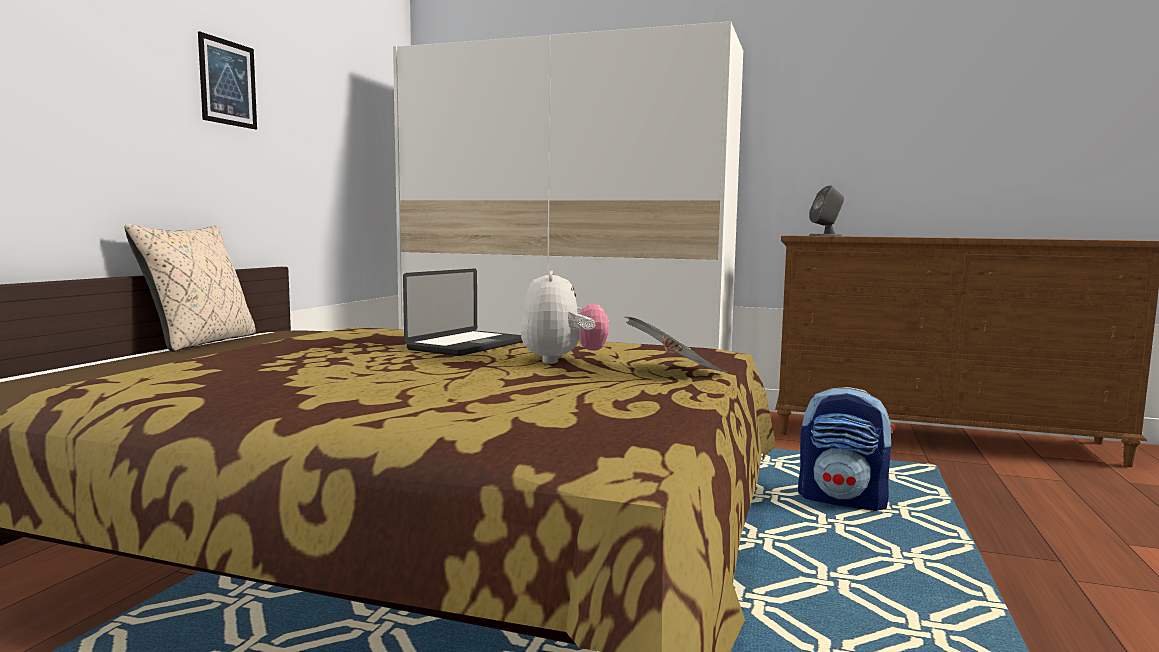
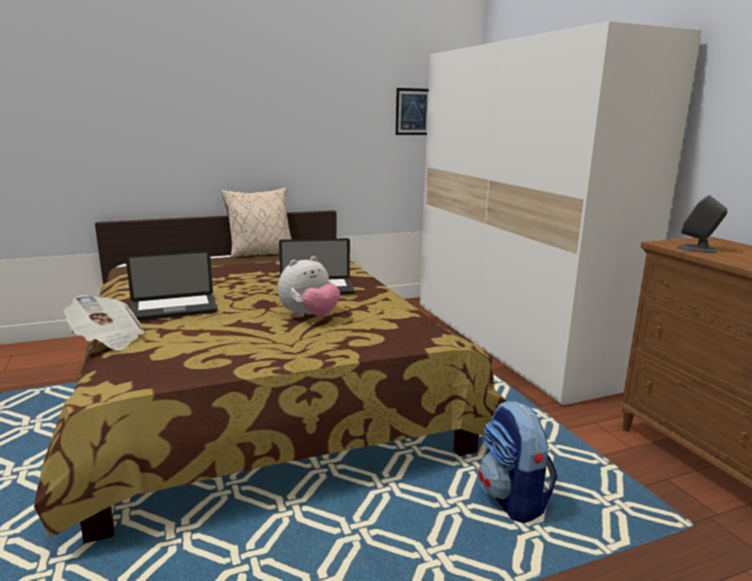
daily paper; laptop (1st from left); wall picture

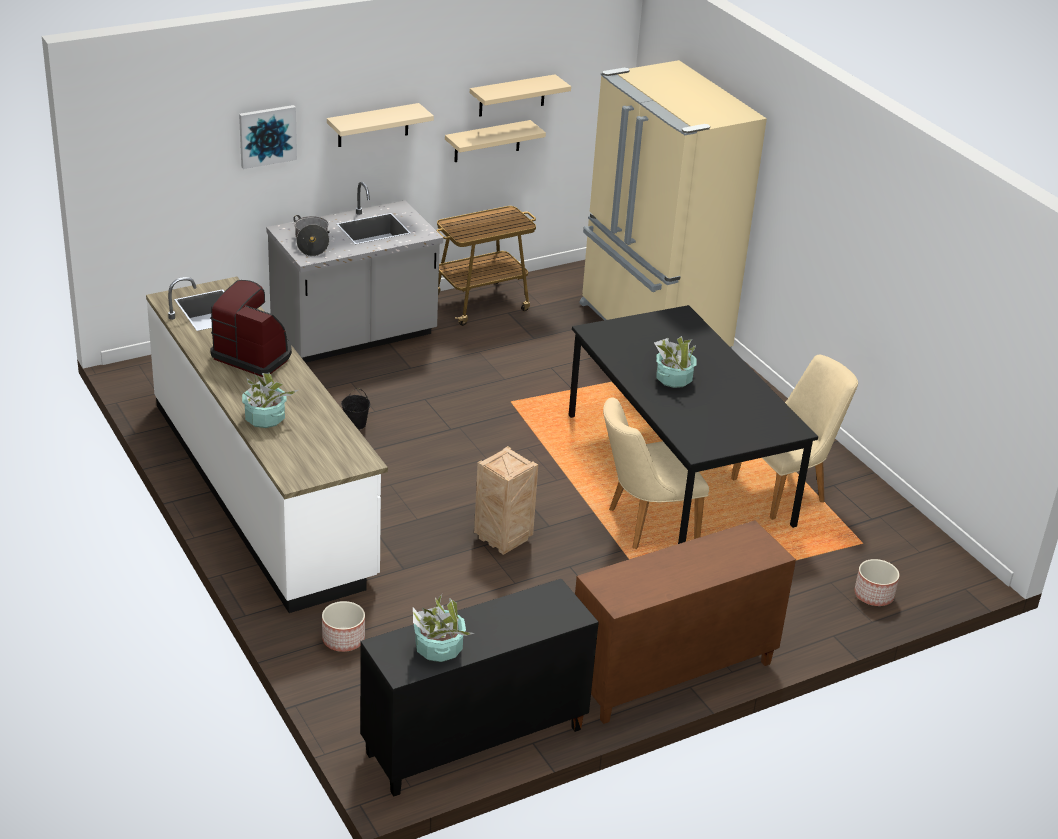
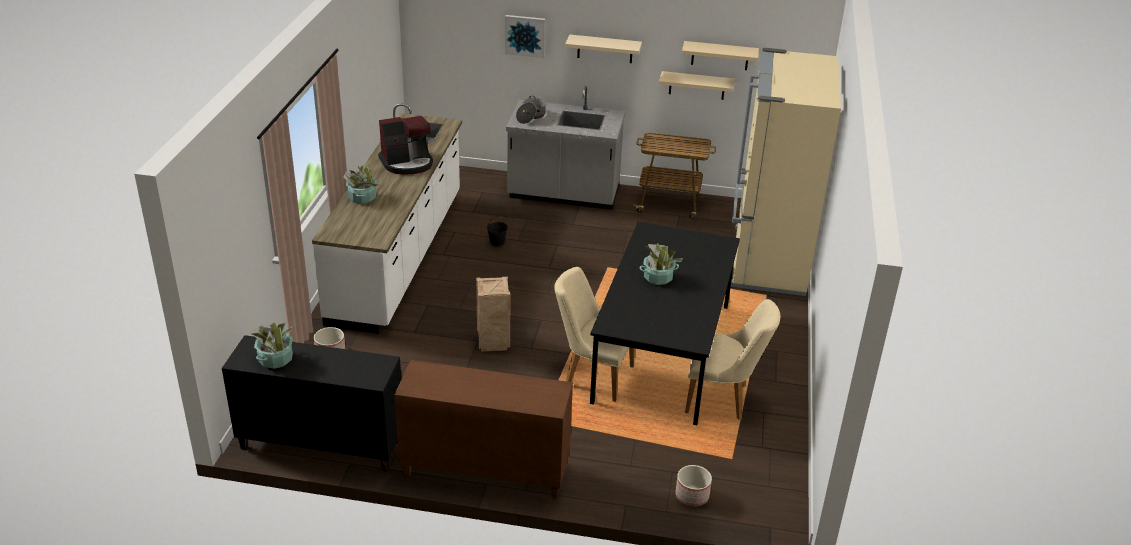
coffee maker

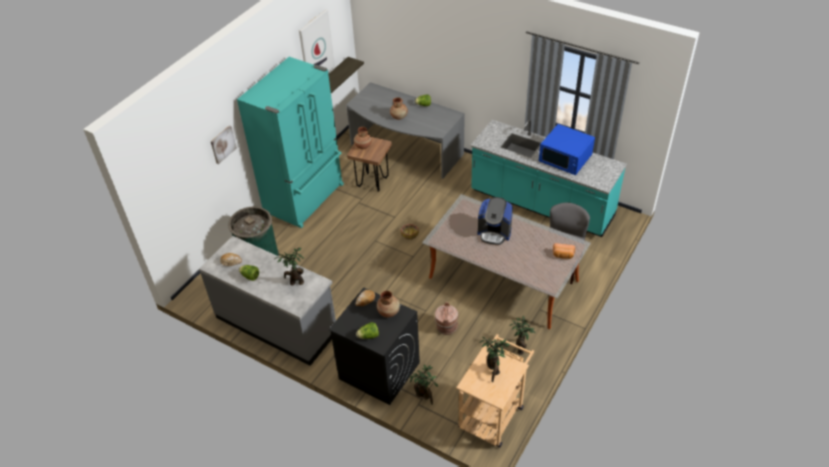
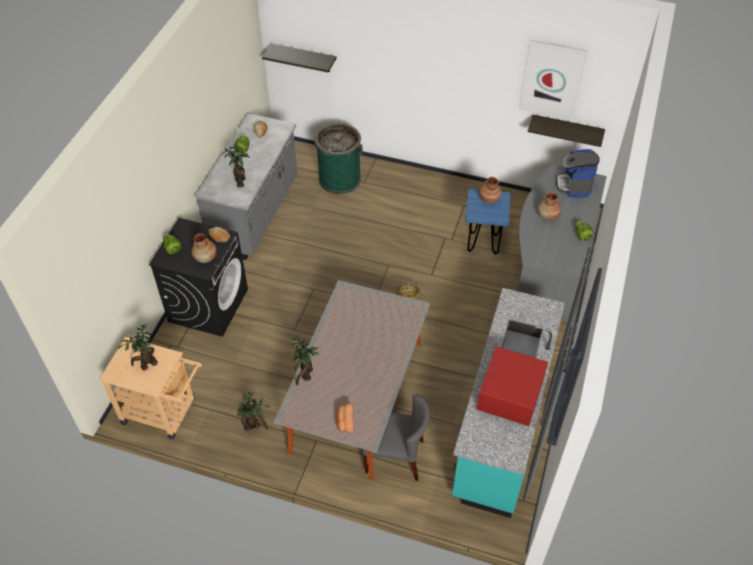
bracket shelf (1st from left); potted plant (4th from left); blue stool seat; red microwave; coffee maker; wall picture (1st from left in the first image); turquoise-coloured kitchen fridge; brown-coloured water bucket

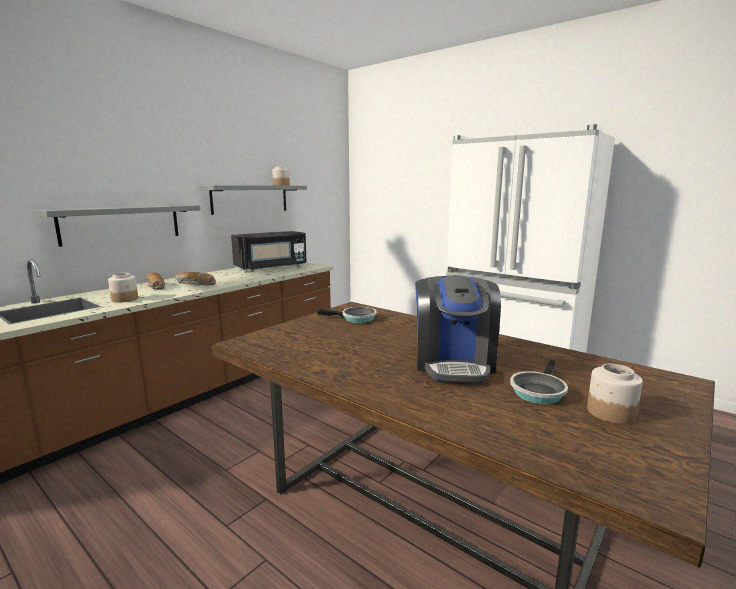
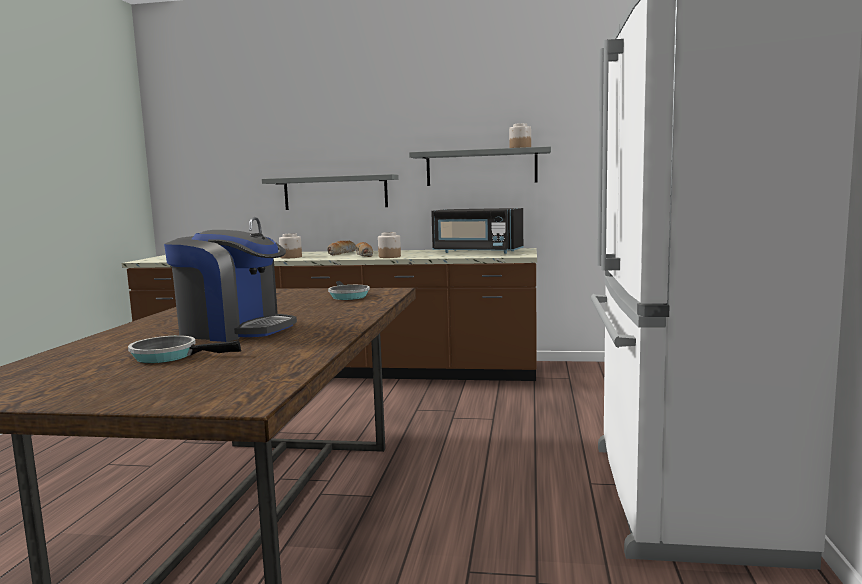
coffee maker; jar (2nd from left)

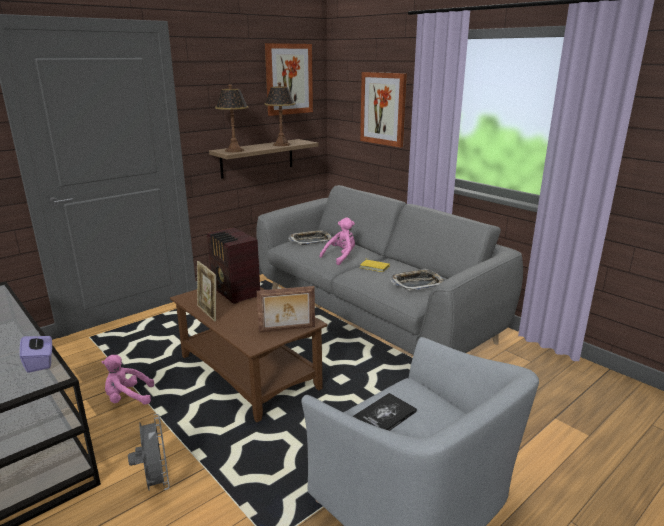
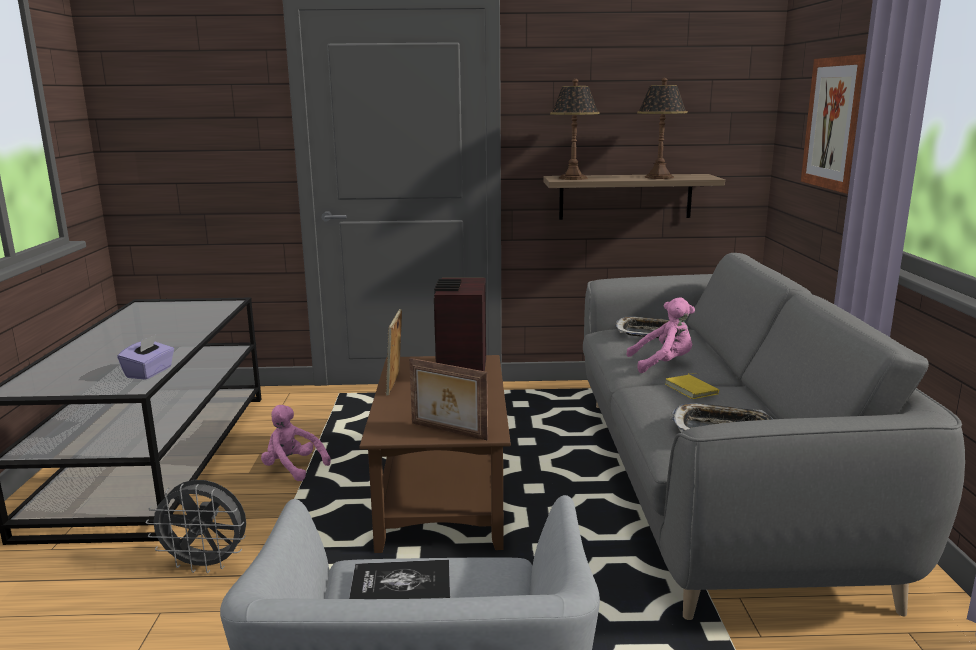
grey electric fan; wall picture (1st from left in the first image)

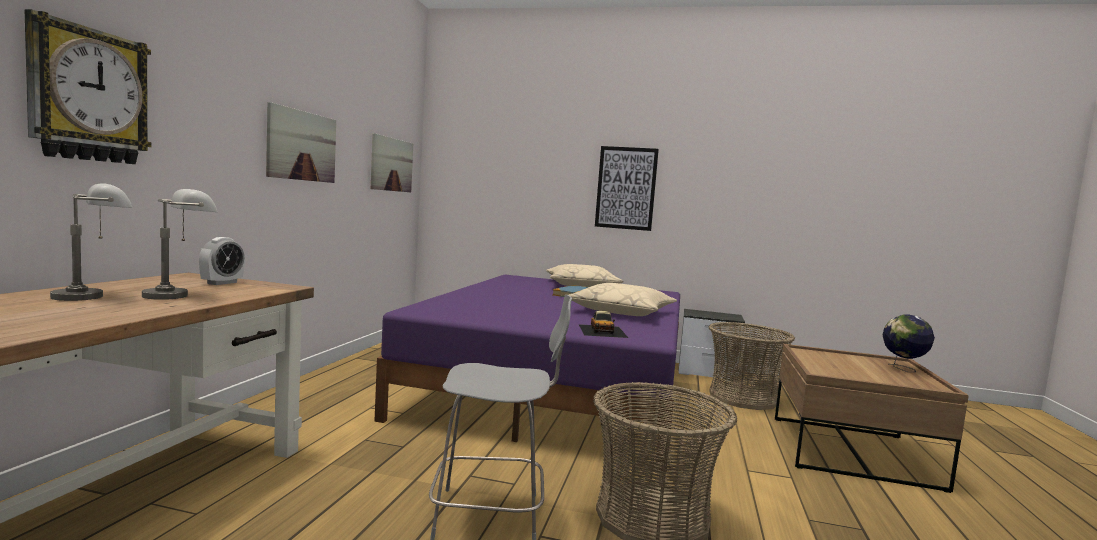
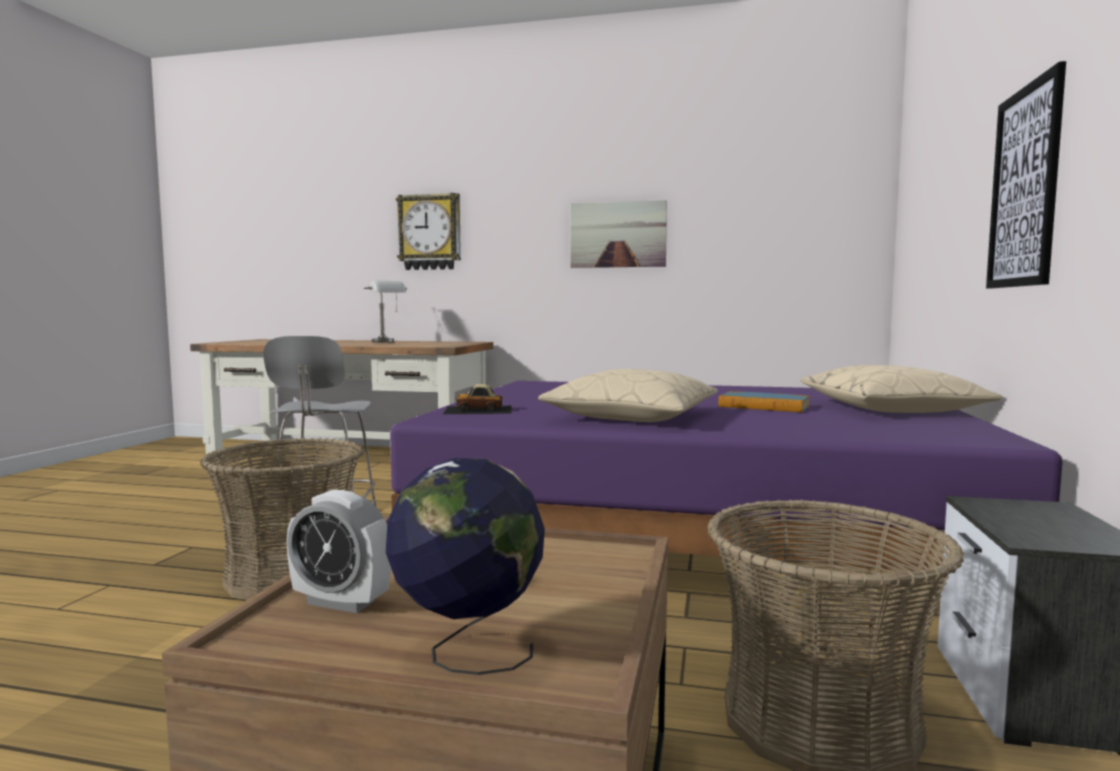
bedside clock; grey tabletop lamp (2nd from left in the first image); wall picture (2nd from left in the first image)

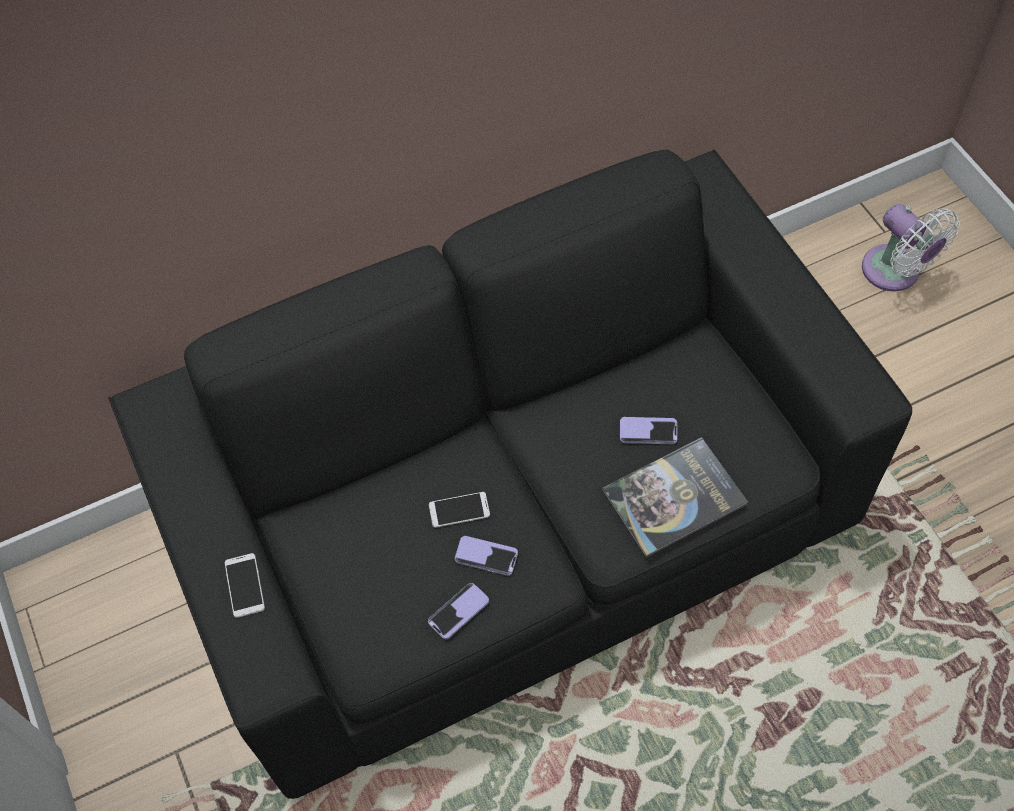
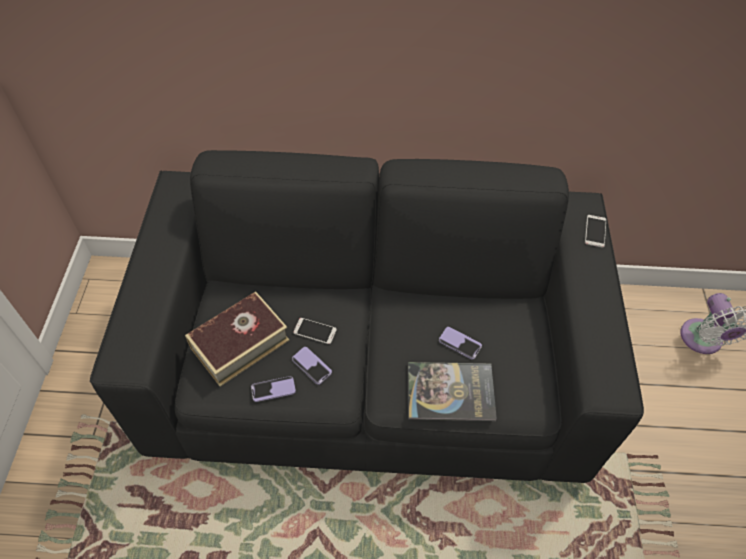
book (1st from left); handset (5th from left)

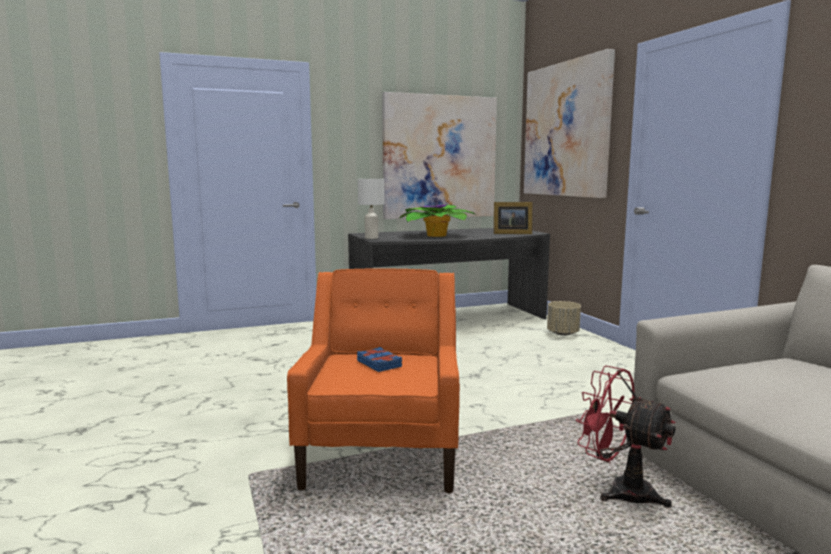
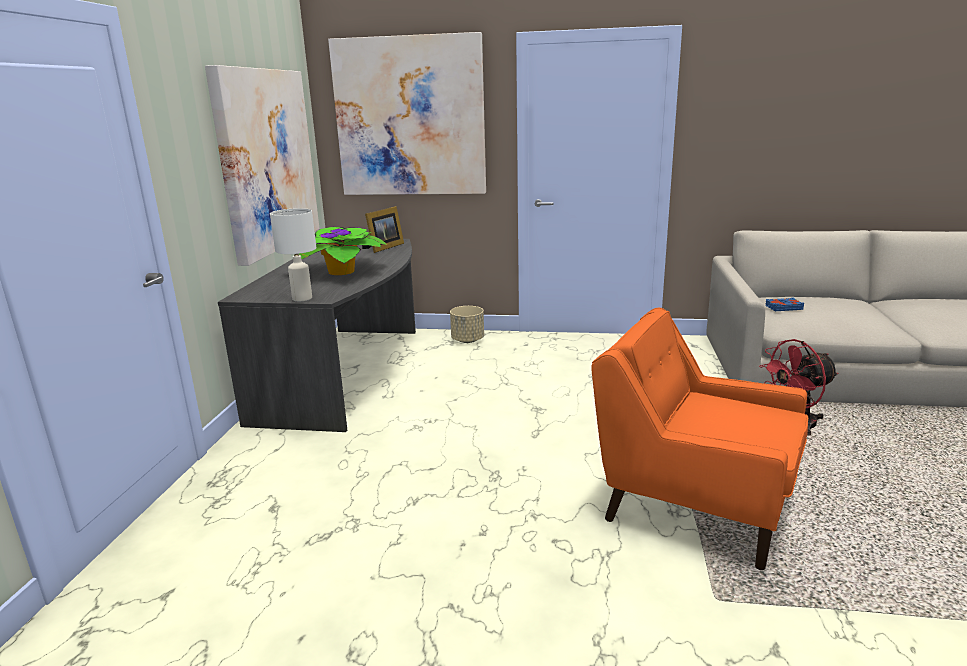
blue book

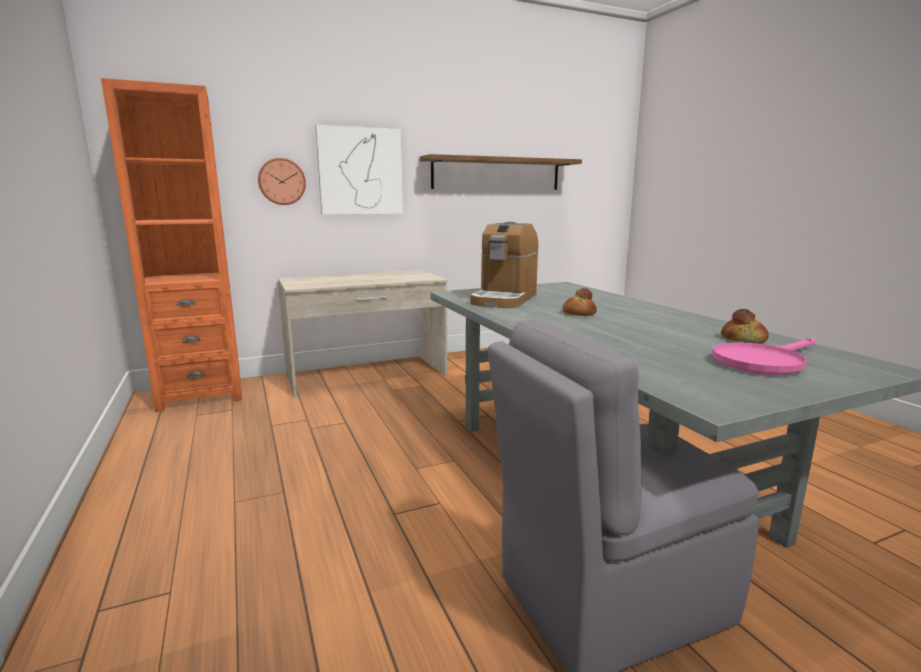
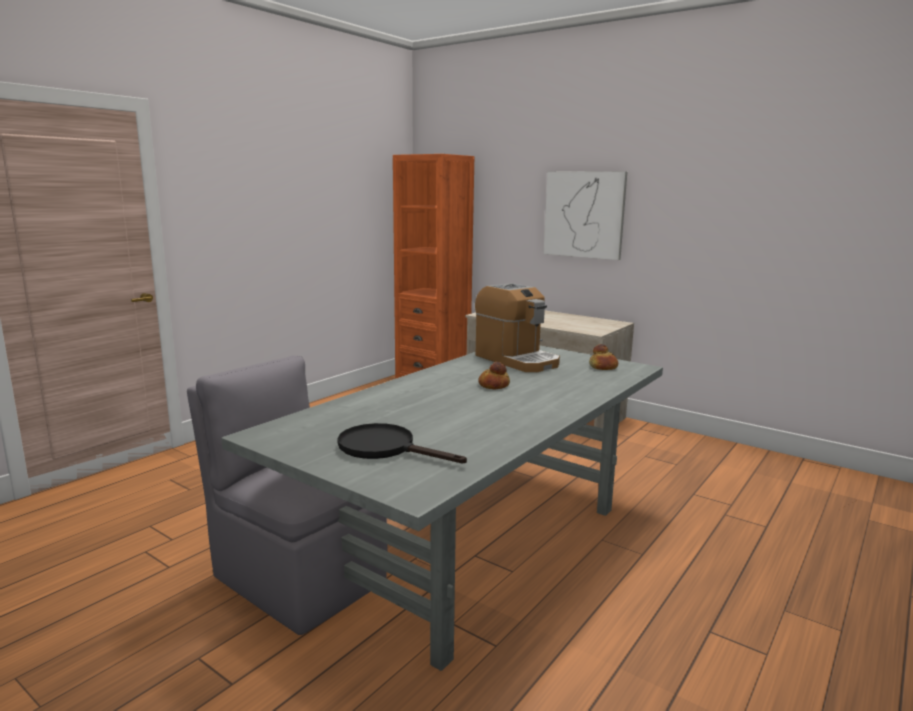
black frying pan; coffee maker; bakery bread (2nd from left); clock on the wall; bracket shelf

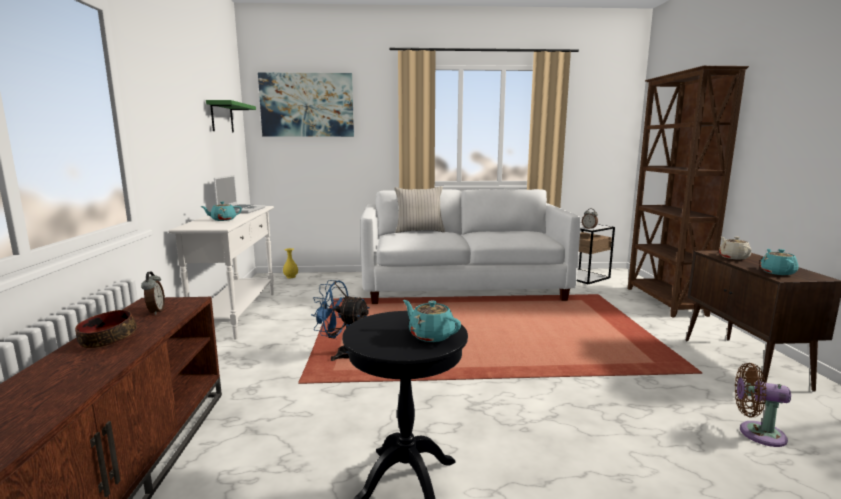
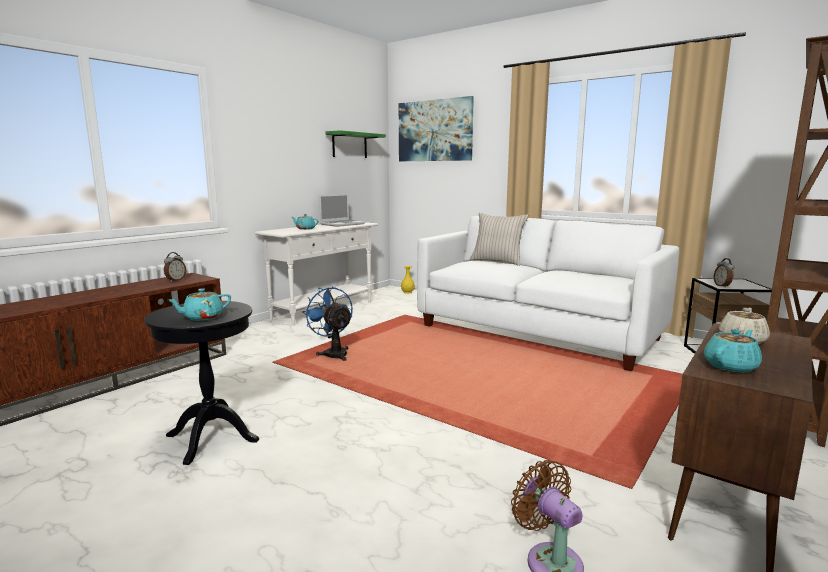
turquoise-coloured teapot (1st from left); bowl

